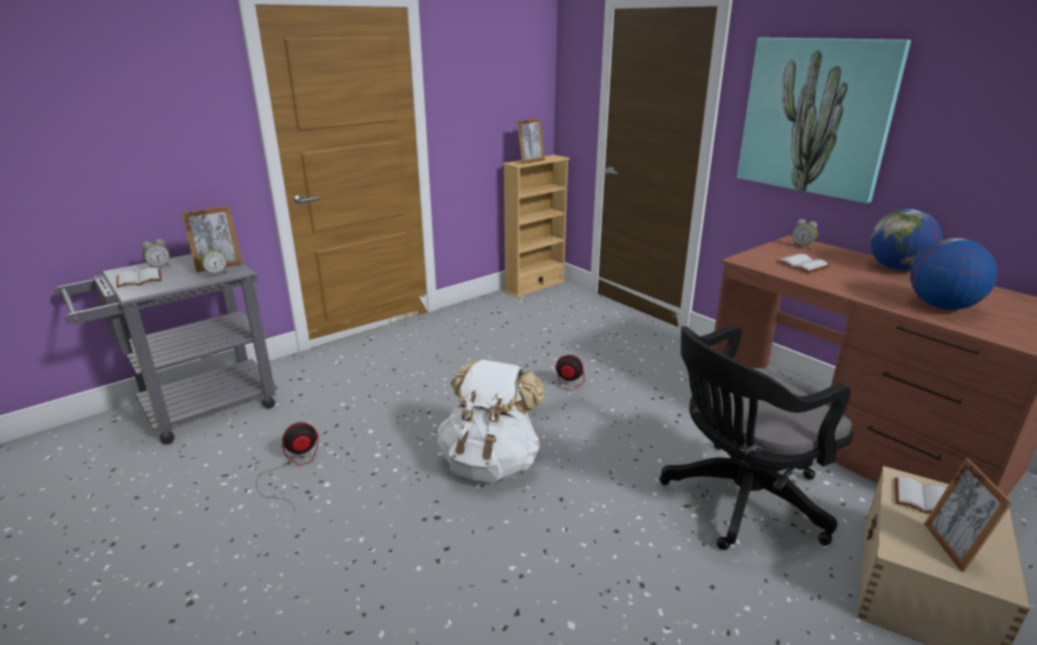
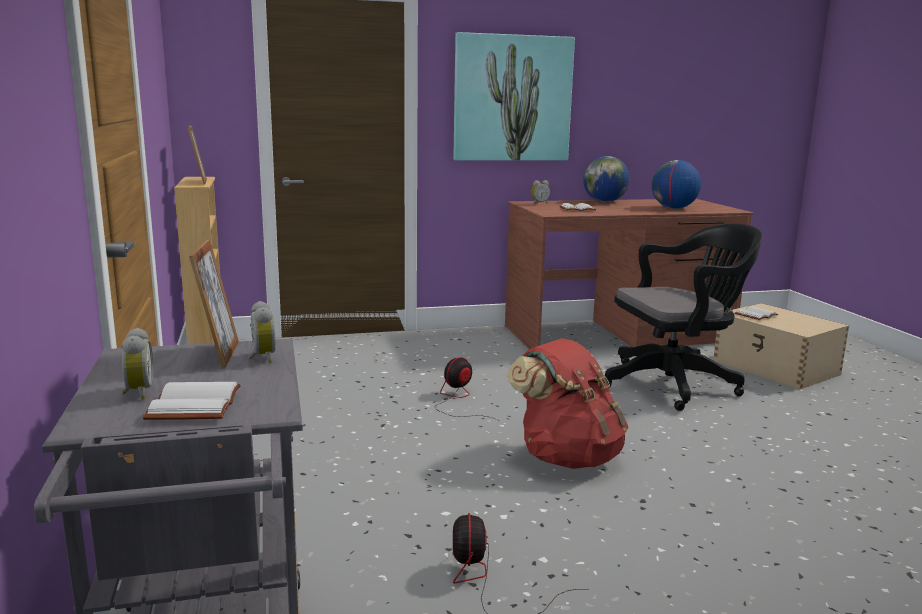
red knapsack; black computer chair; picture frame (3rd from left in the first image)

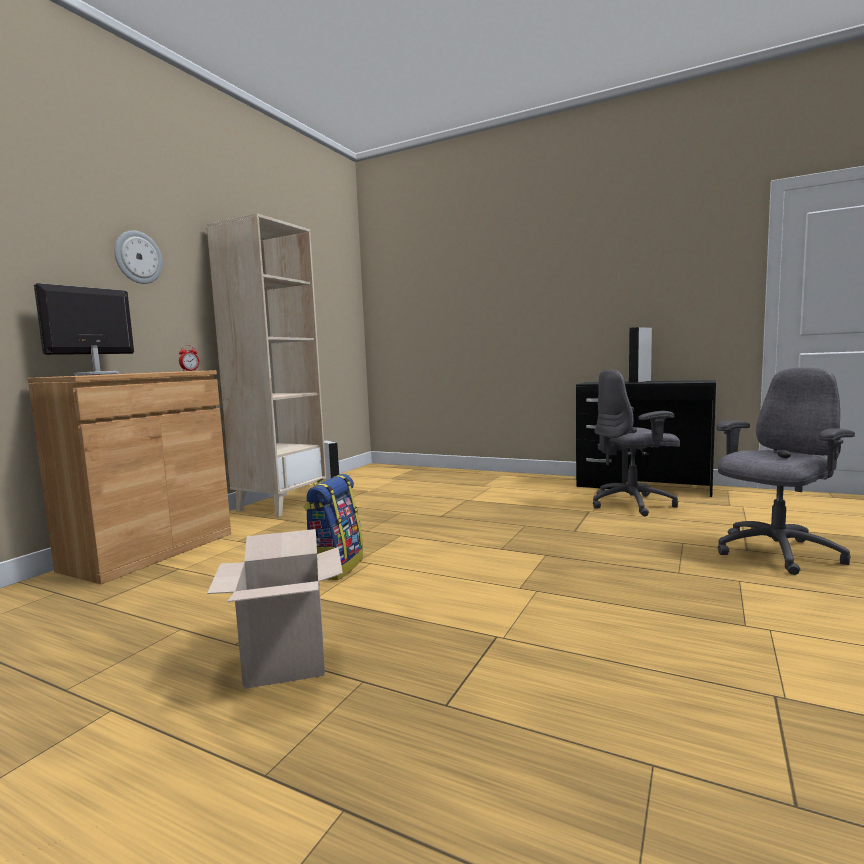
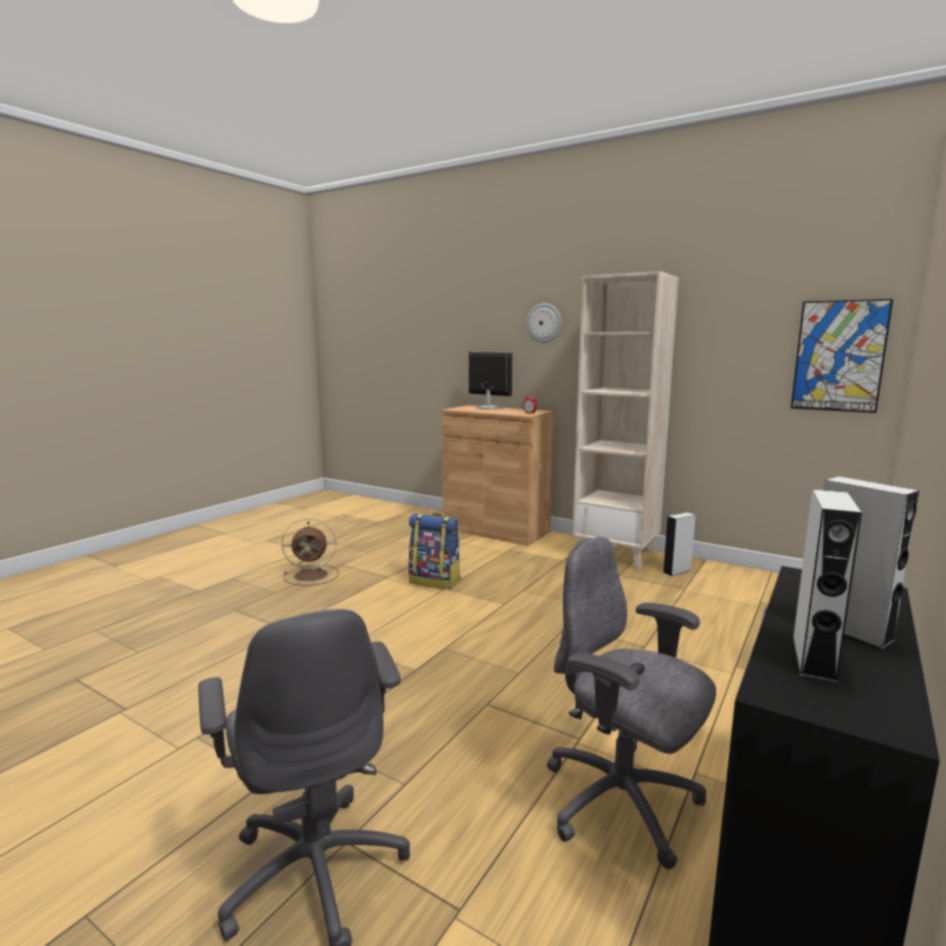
brown-coloured electric fan; grey computer chair (2nd from left); wall picture; grey speaker (2nd from left)

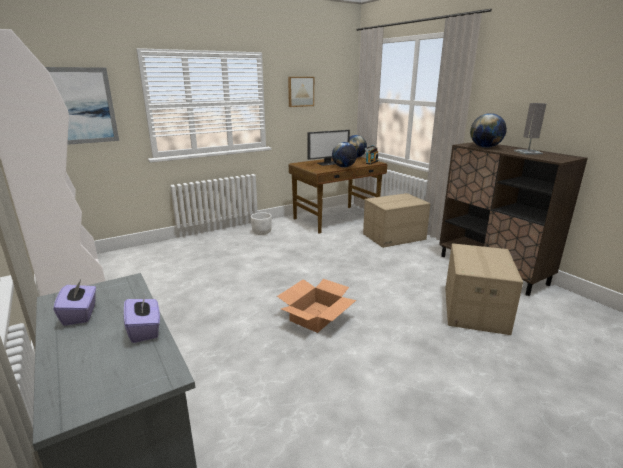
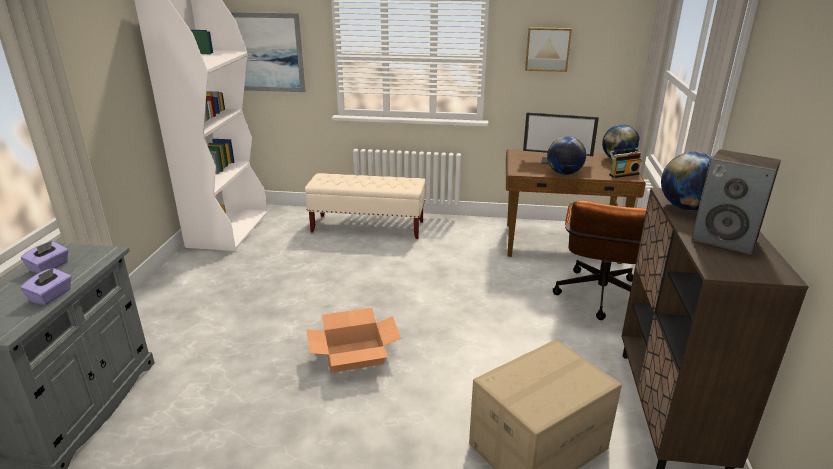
beige bench; brown-coloured computer chair; speaker; white-coloured planter

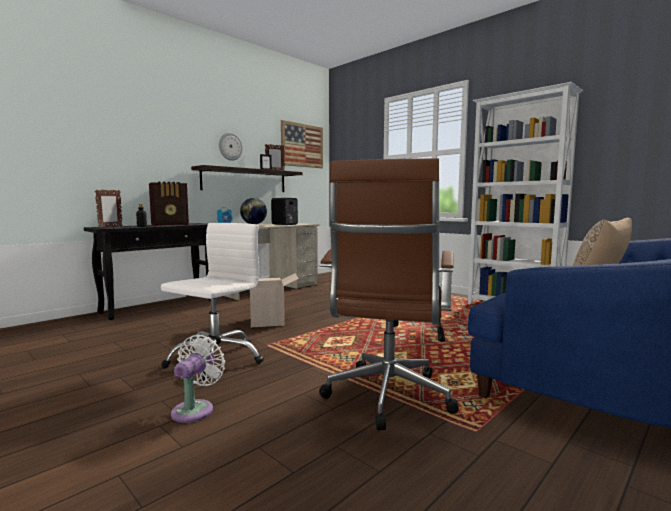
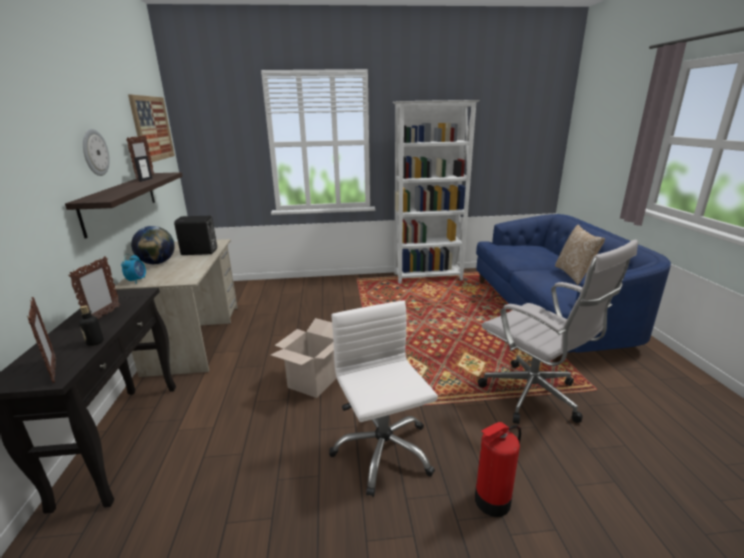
picture frame (2nd from left); extinguisher; white-coloured computer chair (2nd from left)

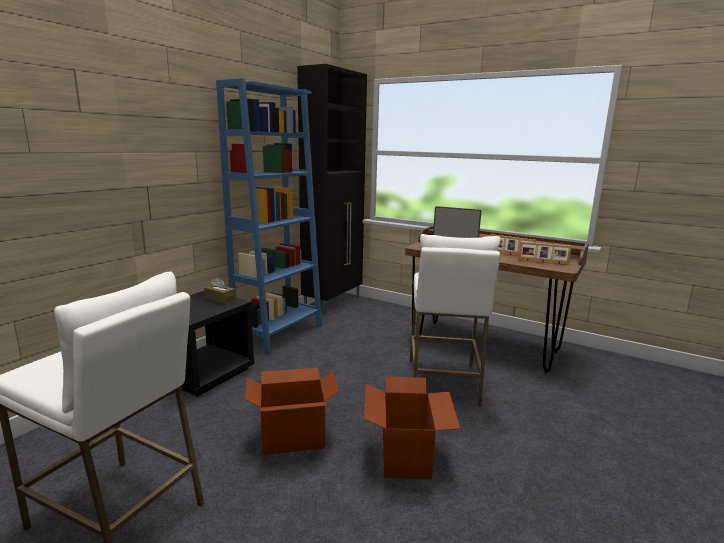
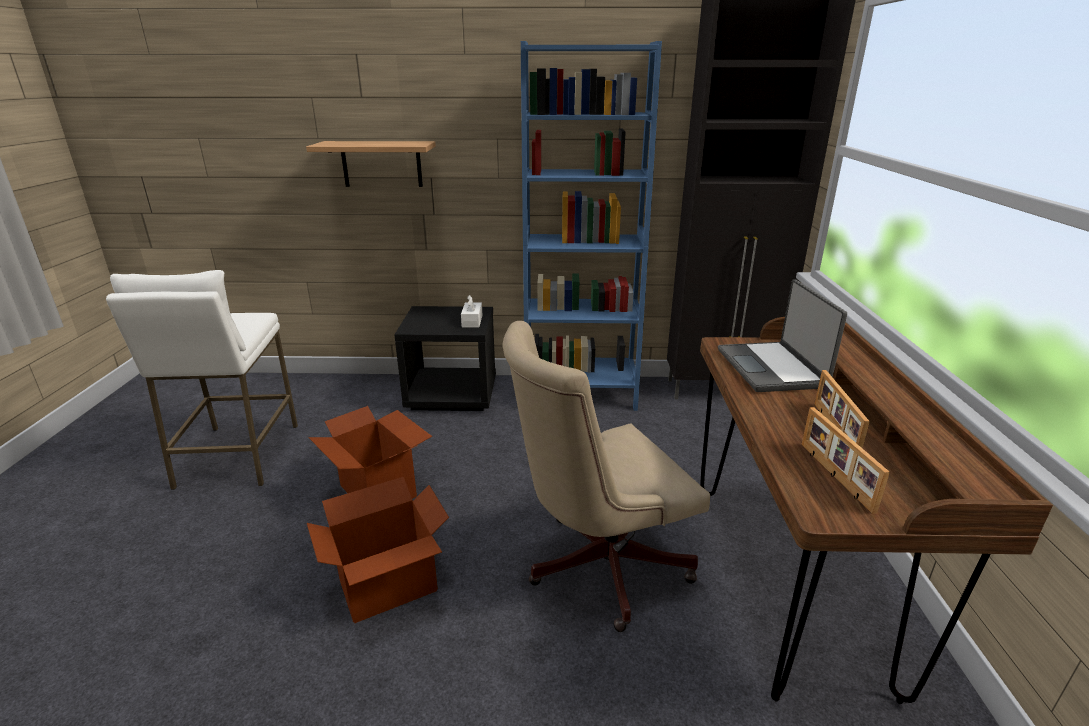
bracket shelf; white-coloured tissue holder; beige computer chair

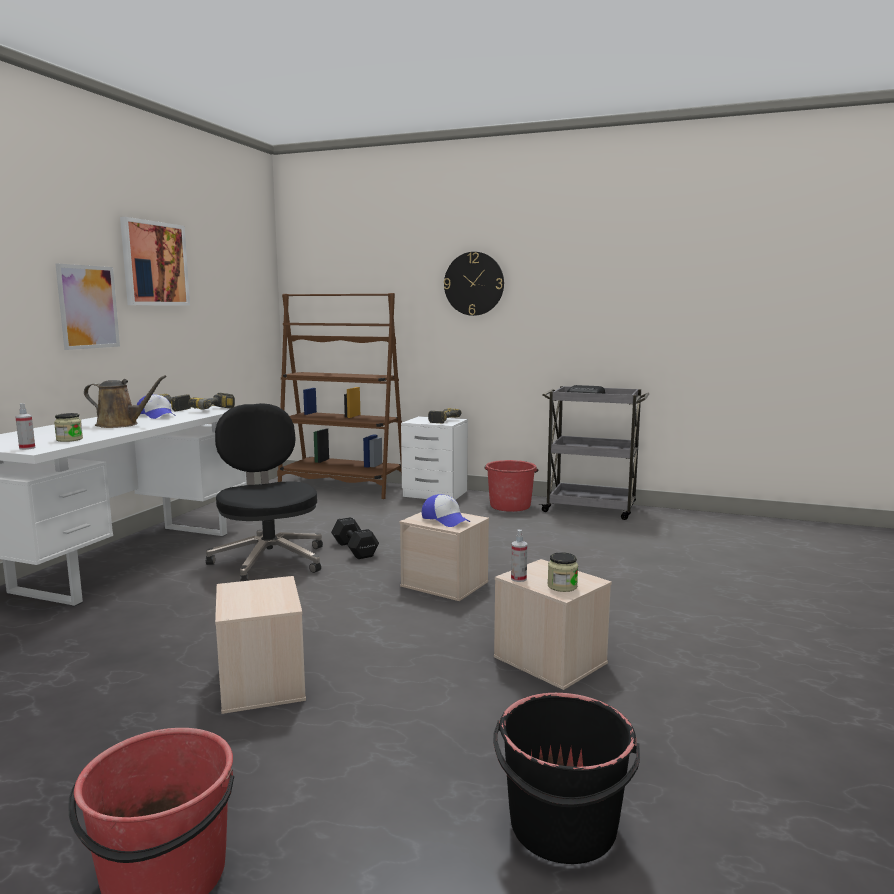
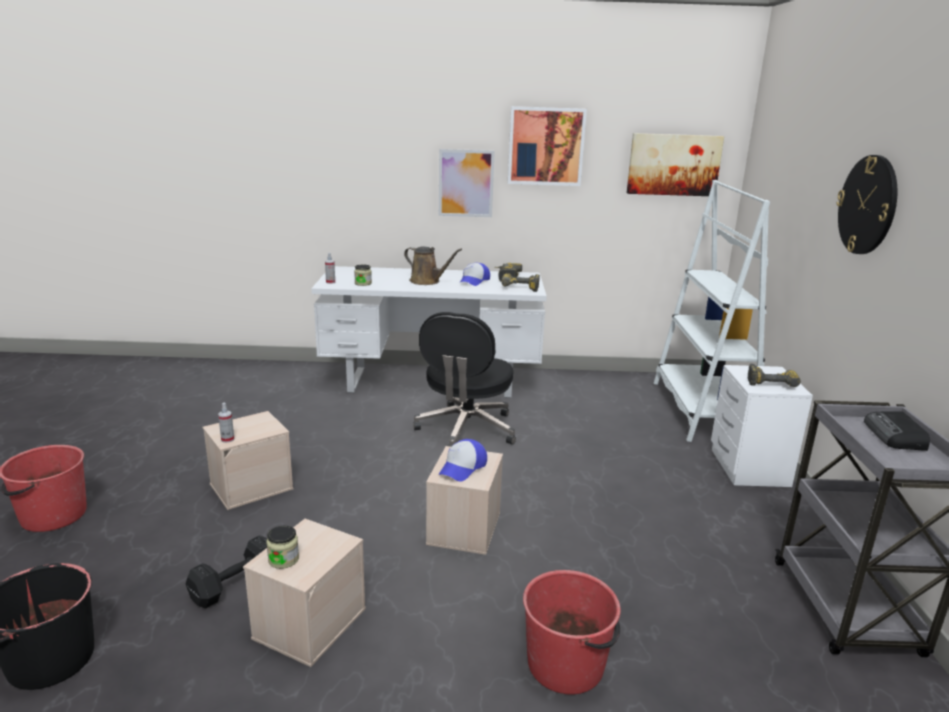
black dumbbell; hand sprayer (1st from left); brown-coloured watering can; black computer chair; red water bucket (2nd from left); wall picture (3rd from left); white-coloured bookshelf

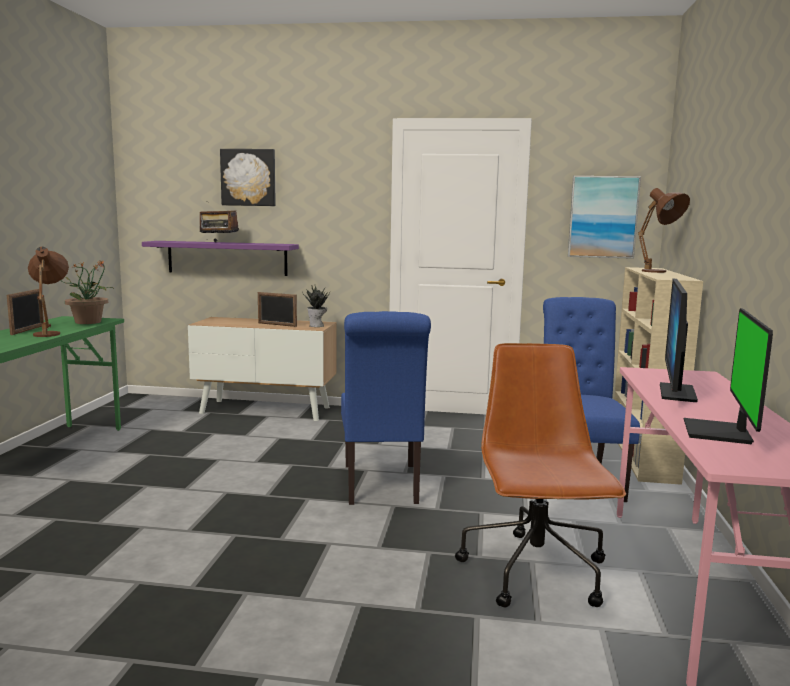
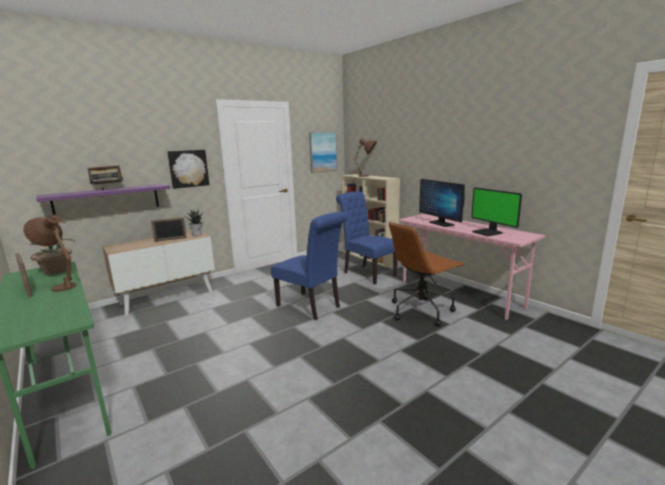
wall picture (1st from left); brown-coloured computer chair

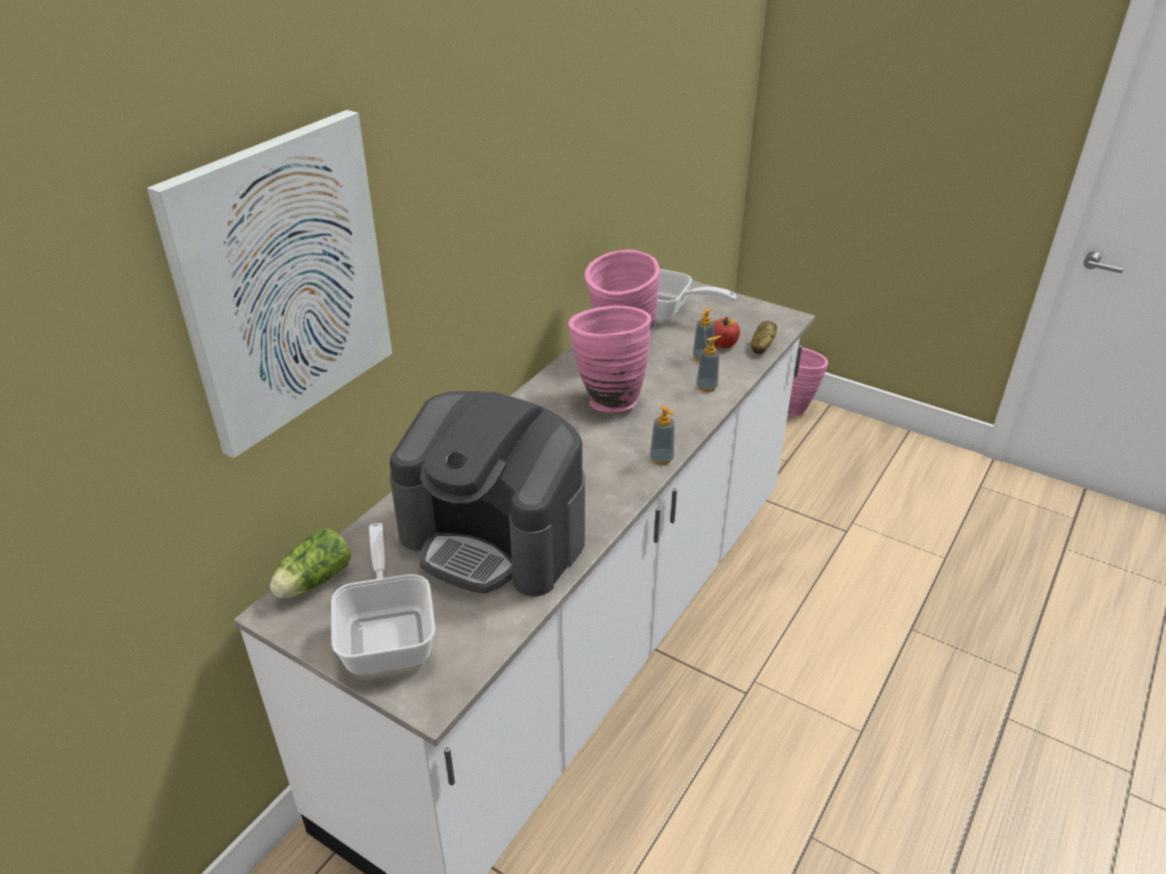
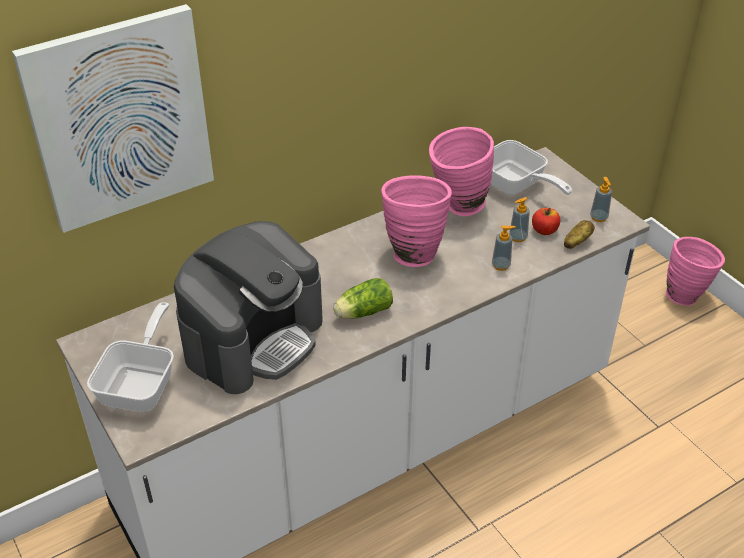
coffee maker; head of lettuce; liquid soap bottle (3rd from left)

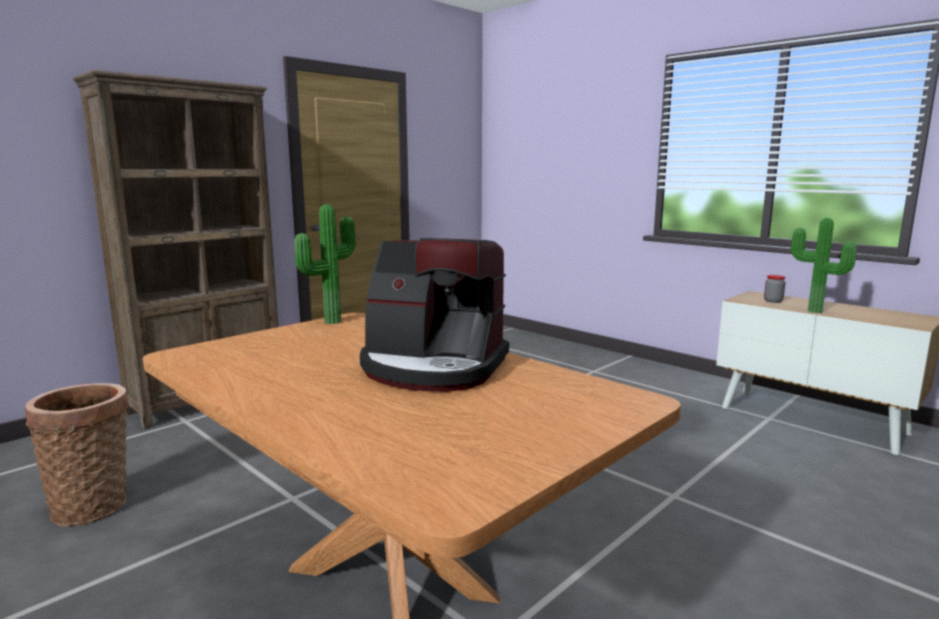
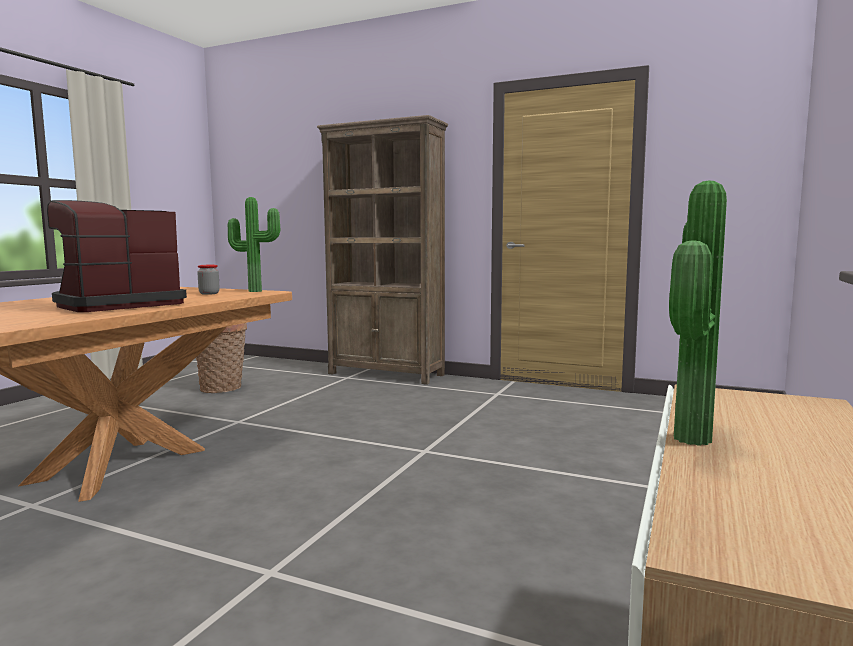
coffee maker; jar

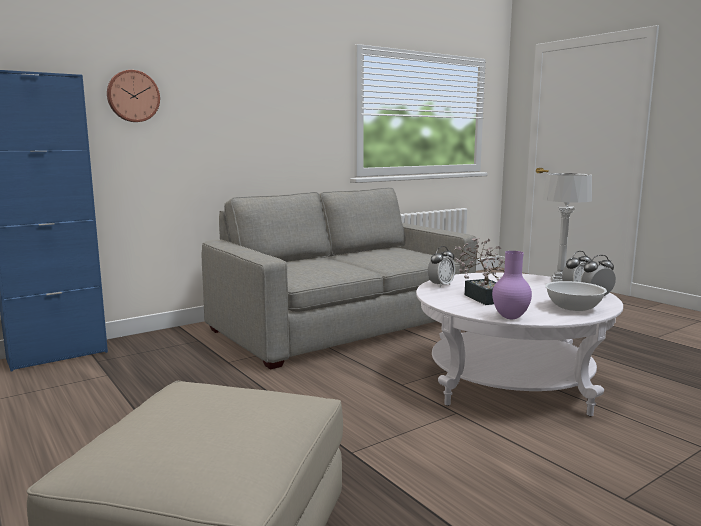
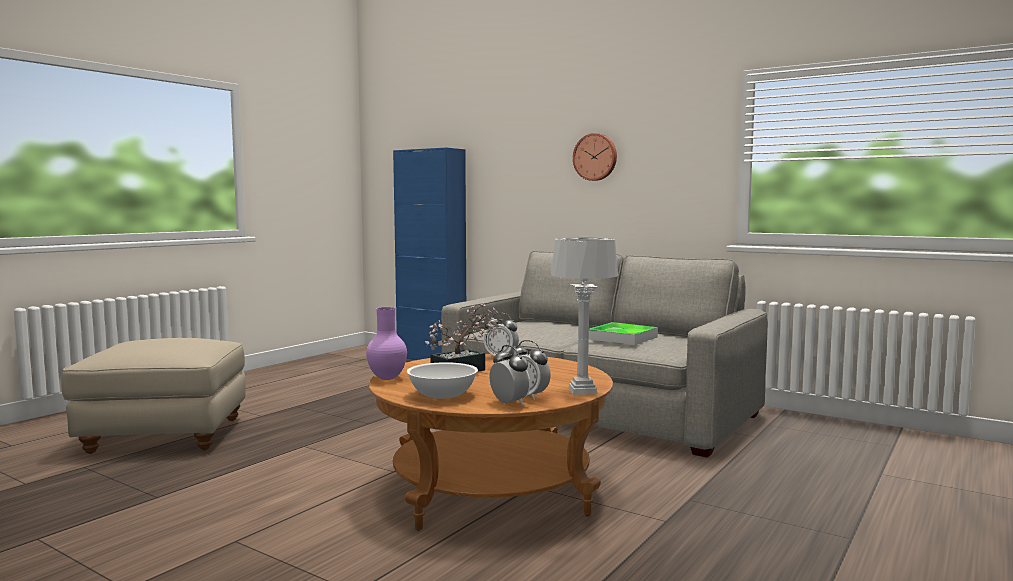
brown-coloured low table; clock on the wall; carrying tray

